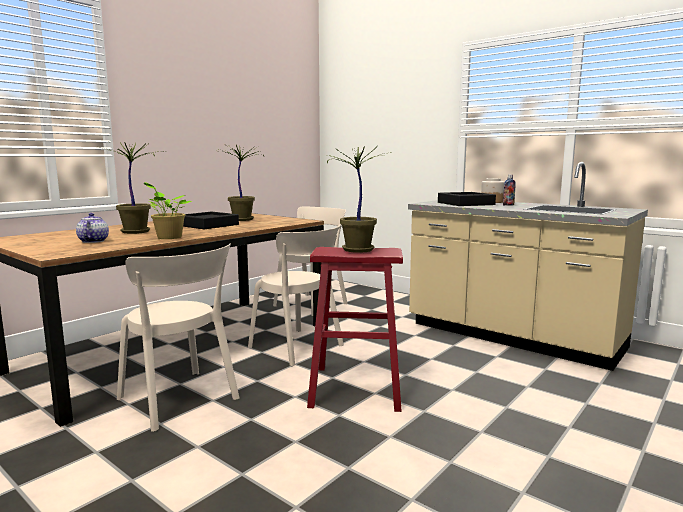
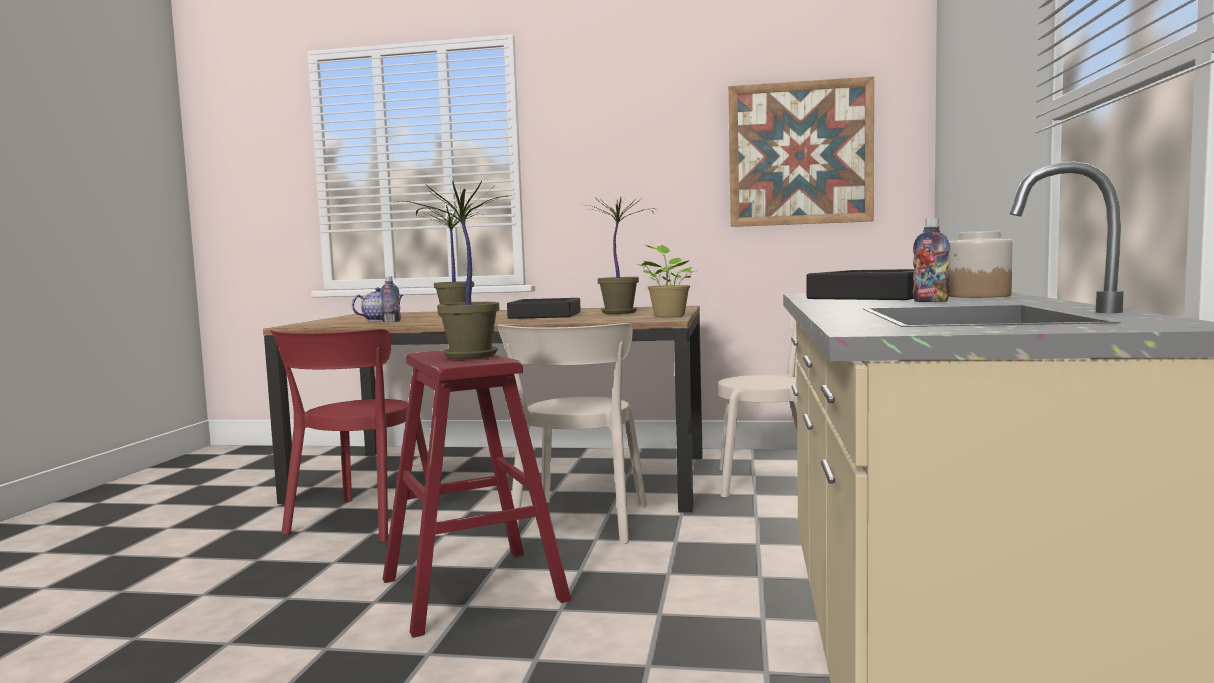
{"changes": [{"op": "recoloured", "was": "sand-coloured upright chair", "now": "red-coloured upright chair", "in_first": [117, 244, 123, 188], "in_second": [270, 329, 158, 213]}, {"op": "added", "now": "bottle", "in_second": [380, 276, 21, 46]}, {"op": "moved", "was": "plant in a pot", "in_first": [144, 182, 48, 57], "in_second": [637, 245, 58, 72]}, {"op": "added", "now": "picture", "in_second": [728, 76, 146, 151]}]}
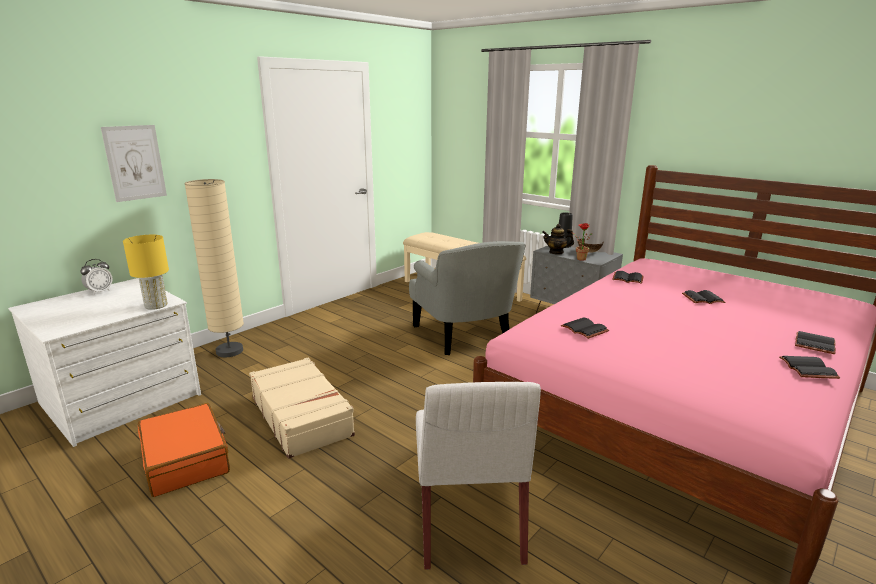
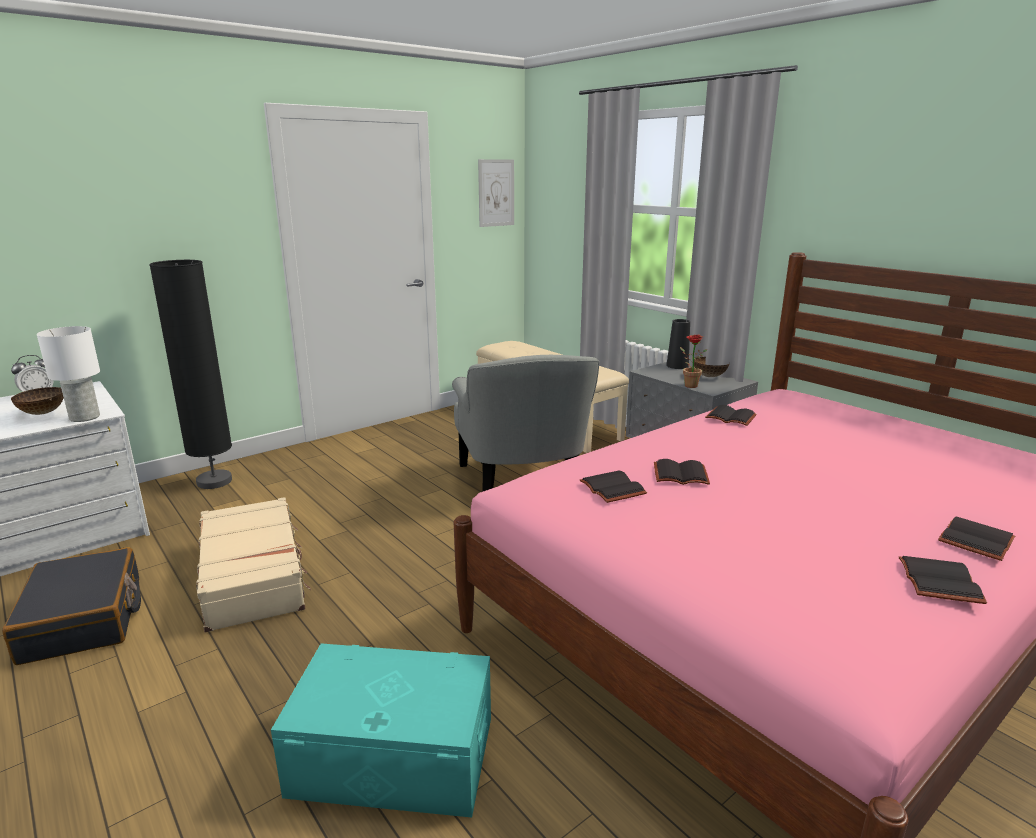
{"changes": [{"op": "recoloured", "was": "orange suitcase", "now": "black-coloured suitcase", "in_first": [138, 403, 92, 94], "in_second": [2, 547, 139, 118]}, {"op": "added", "now": "bowl", "in_second": [11, 387, 53, 28]}, {"op": "recoloured", "was": "yellow table lamp", "now": "white table lamp", "in_first": [123, 235, 46, 75], "in_second": [37, 326, 63, 96]}, {"op": "recoloured", "was": "sand-coloured standing lamp", "now": "black-coloured standing lamp", "in_first": [184, 179, 60, 178], "in_second": [149, 260, 83, 229]}, {"op": "replaced", "was": "white upright chair", "now": "turquoise-coloured storage container", "in_first": [416, 382, 125, 188], "in_second": [271, 643, 220, 175]}, {"op": "moved", "was": "picture", "in_first": [101, 125, 66, 77], "in_second": [478, 159, 36, 68]}, {"op": "moved", "was": "black-coloured book", "in_first": [682, 290, 44, 14], "in_second": [654, 459, 56, 26]}, {"op": "removed", "was": "pot for tea", "in_first": [542, 224, 32, 31]}]}
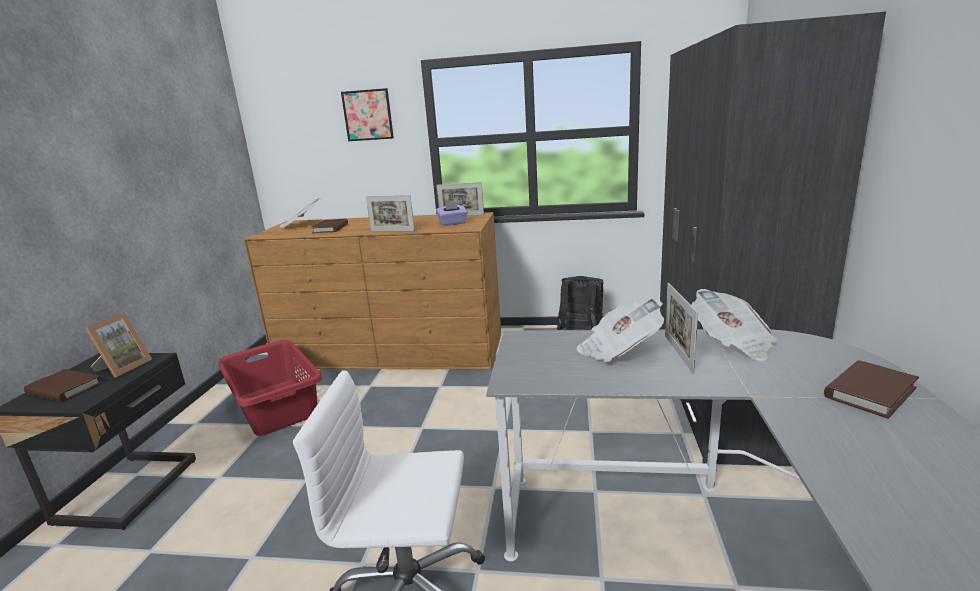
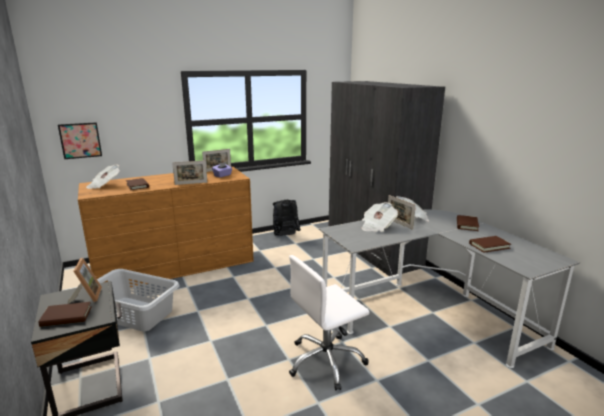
{"changes": [{"op": "moved", "was": "picture", "in_first": [341, 88, 53, 53], "in_second": [58, 122, 44, 37]}, {"op": "recoloured", "was": "red-coloured washing basket", "now": "grey washing basket", "in_first": [218, 340, 104, 96], "in_second": [97, 269, 82, 63]}, {"op": "added", "now": "brownish book", "in_second": [469, 236, 42, 17]}]}
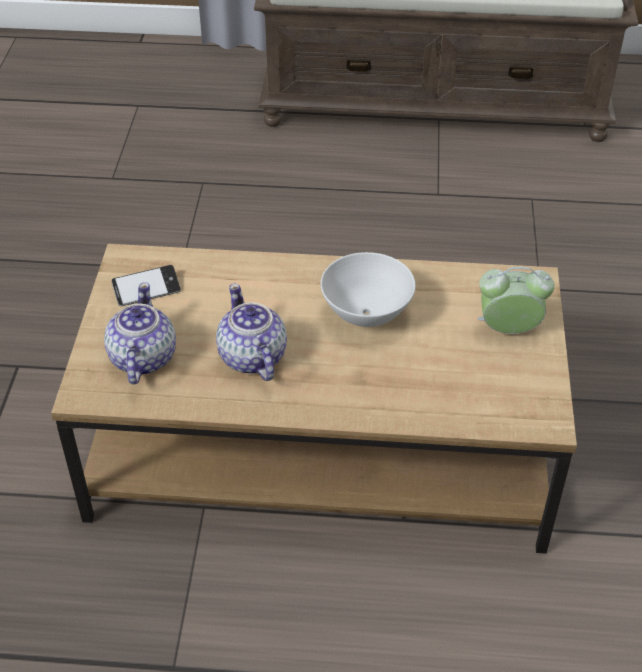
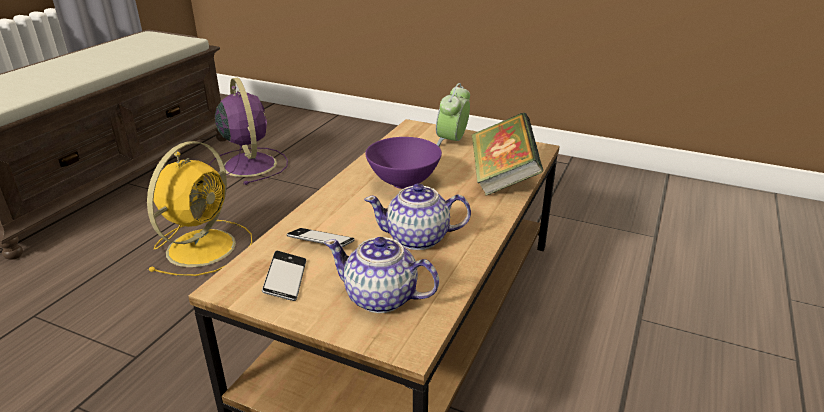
{"changes": [{"op": "added", "now": "yellow electric fan", "in_second": [147, 141, 105, 135]}, {"op": "added", "now": "purplish electric fan", "in_second": [209, 78, 79, 107]}, {"op": "added", "now": "phone", "in_second": [287, 228, 68, 19]}, {"op": "recoloured", "was": "white bowl", "now": "purplish bowl", "in_first": [321, 252, 95, 75], "in_second": [365, 137, 77, 52]}, {"op": "added", "now": "book", "in_second": [472, 113, 71, 83]}]}
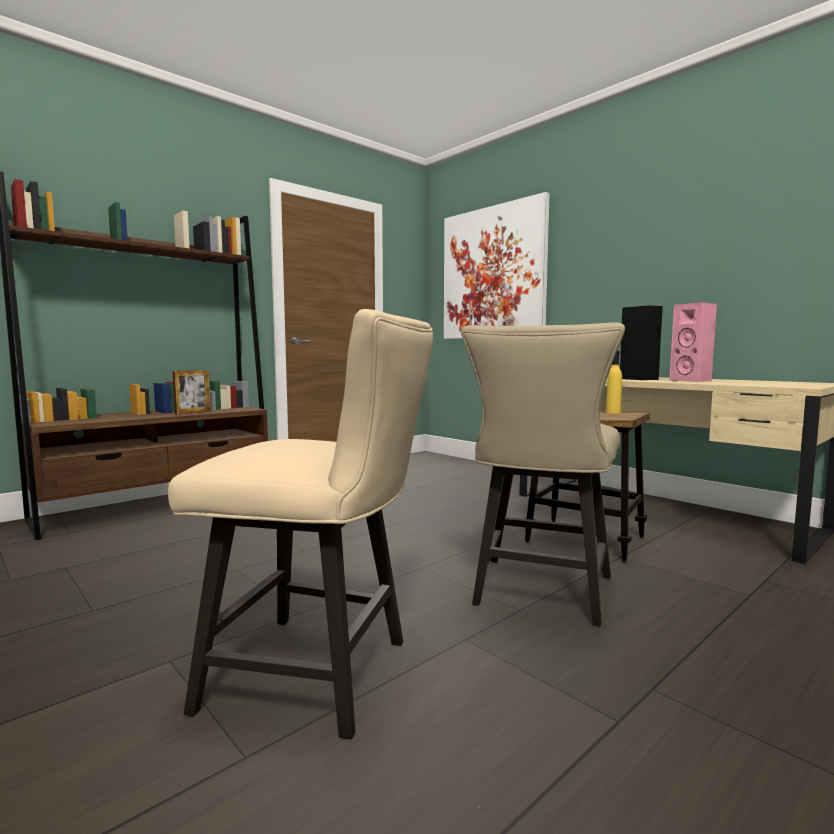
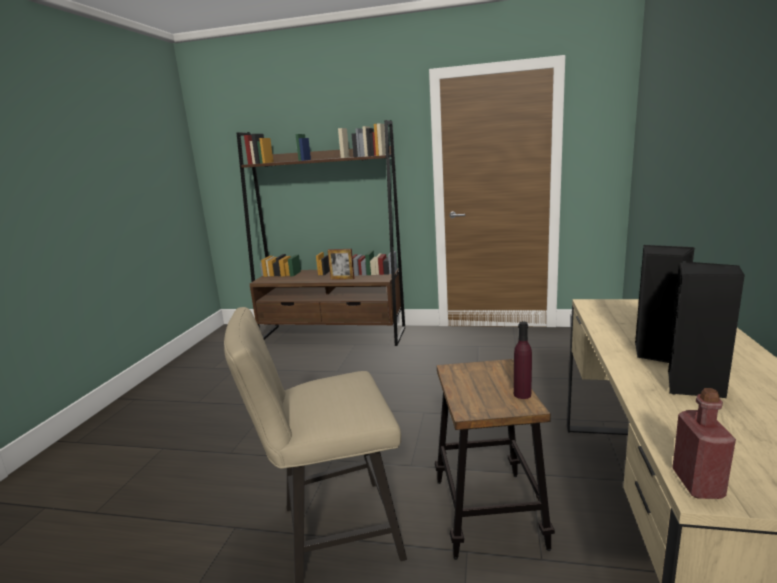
{"changes": [{"op": "recoloured", "was": "yellow bottle", "now": "purplish bottle", "in_first": [606, 351, 16, 63], "in_second": [514, 321, 18, 78]}, {"op": "recoloured", "was": "pinkish loudspeaker", "now": "black-coloured loudspeaker", "in_first": [669, 302, 48, 80], "in_second": [668, 261, 77, 137]}, {"op": "added", "now": "red-coloured bottle", "in_second": [672, 388, 64, 111]}, {"op": "removed", "was": "sand-coloured upright chair", "in_first": [168, 309, 265, 431]}, {"op": "removed", "was": "picture", "in_first": [444, 192, 106, 147]}]}
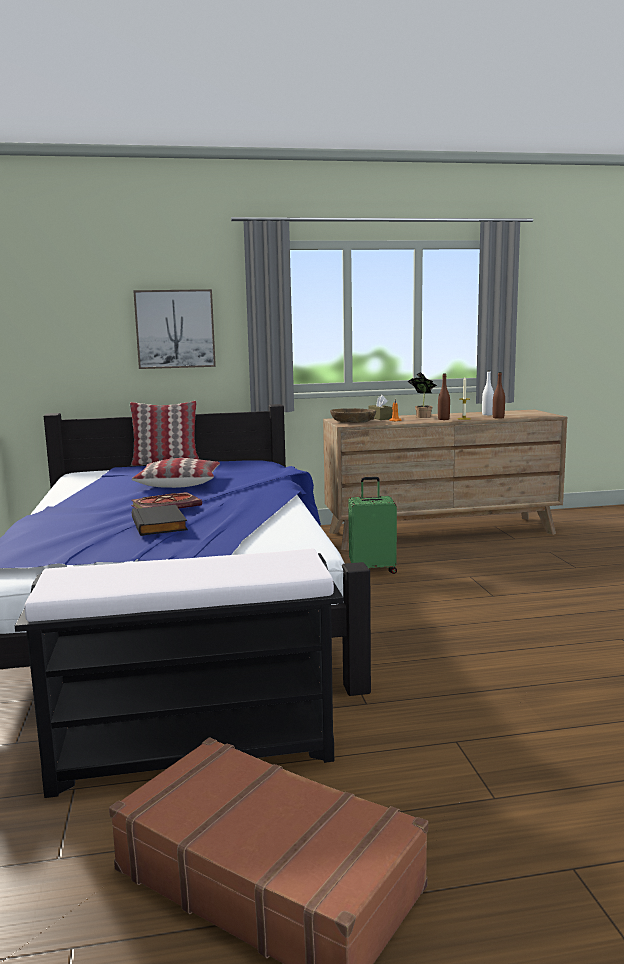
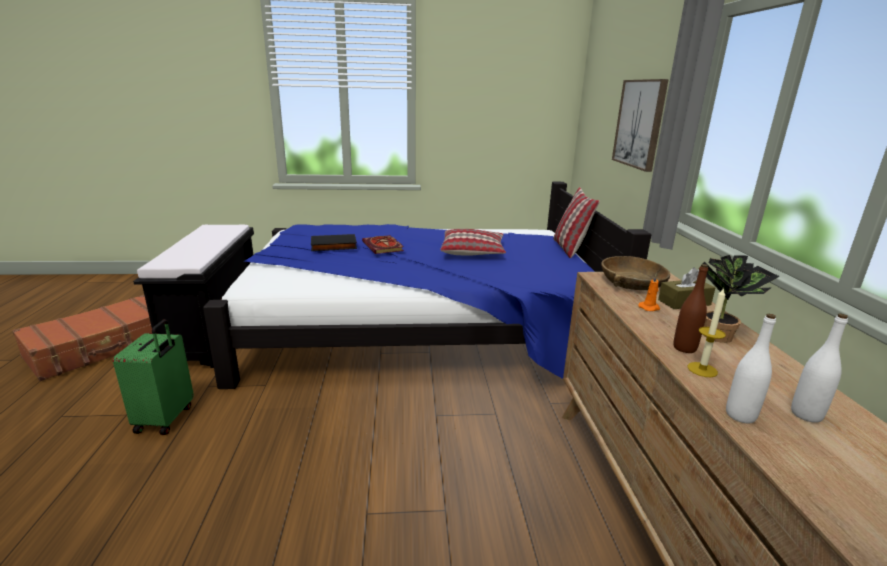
{"changes": [{"op": "moved", "was": "greenish suitcase", "in_first": [348, 477, 49, 97], "in_second": [113, 319, 81, 116]}, {"op": "recoloured", "was": "brownish bottle", "now": "white bottle", "in_first": [493, 372, 12, 47], "in_second": [726, 314, 50, 109]}]}
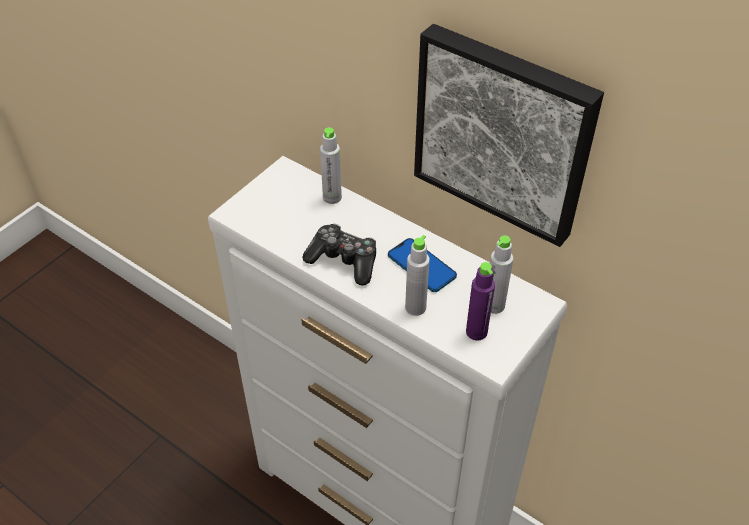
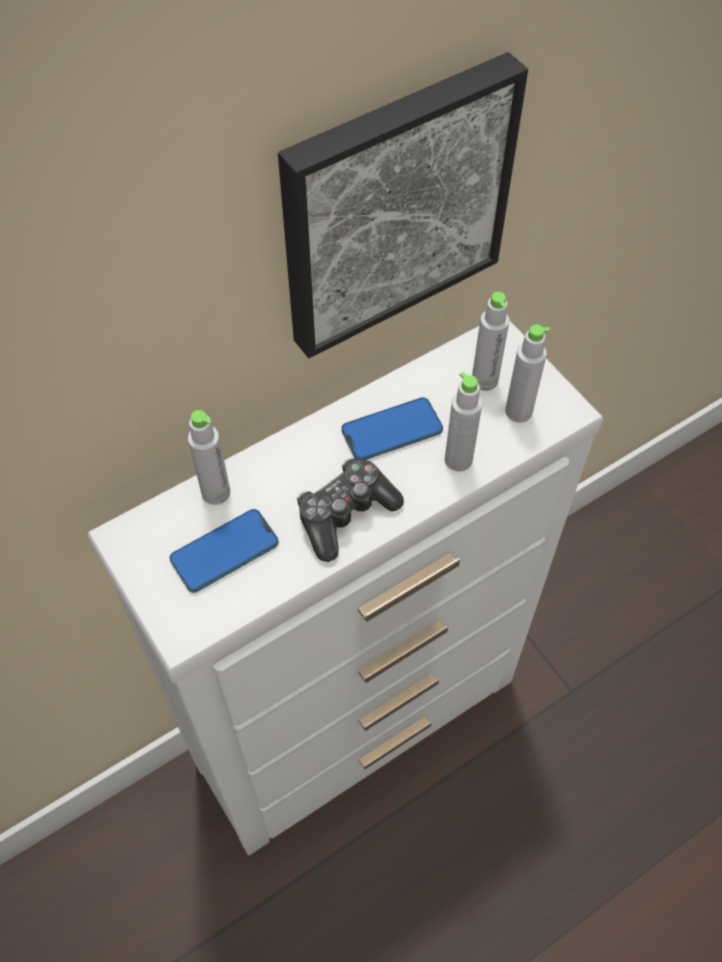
{"changes": [{"op": "added", "now": "phone", "in_second": [169, 509, 110, 84]}, {"op": "recoloured", "was": "purplish bottle", "now": "grey bottle", "in_first": [466, 262, 29, 78], "in_second": [505, 325, 45, 98]}]}
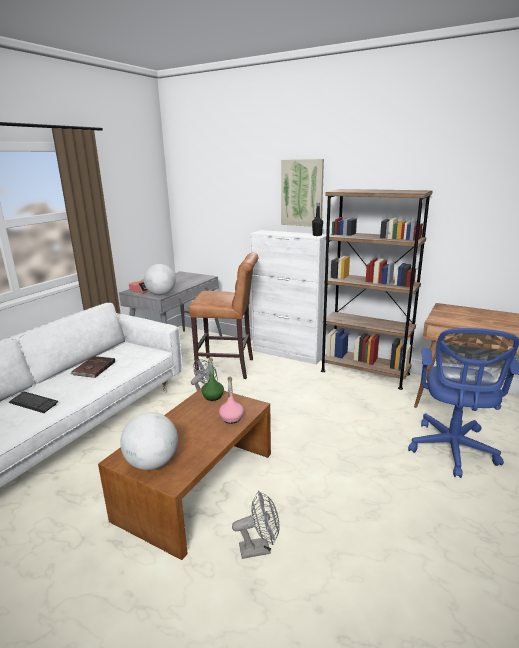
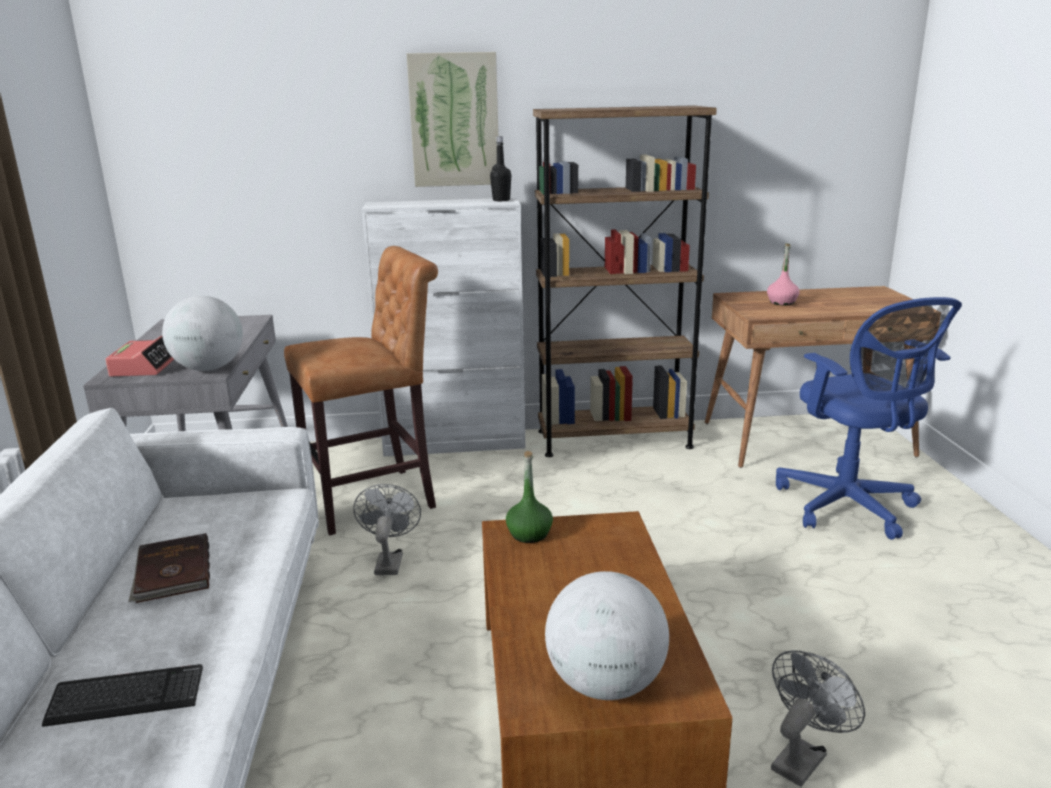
{"changes": [{"op": "moved", "was": "pinkish bottle", "in_first": [219, 376, 25, 48], "in_second": [767, 243, 32, 62]}]}
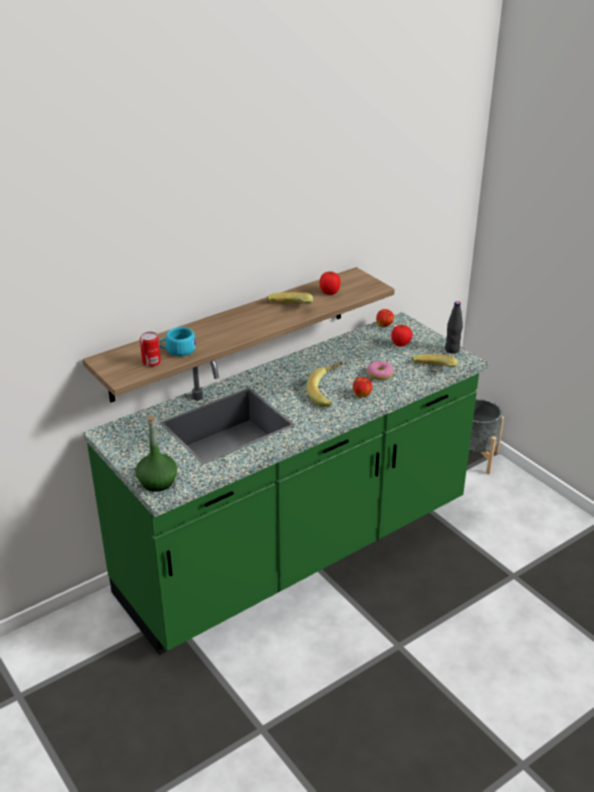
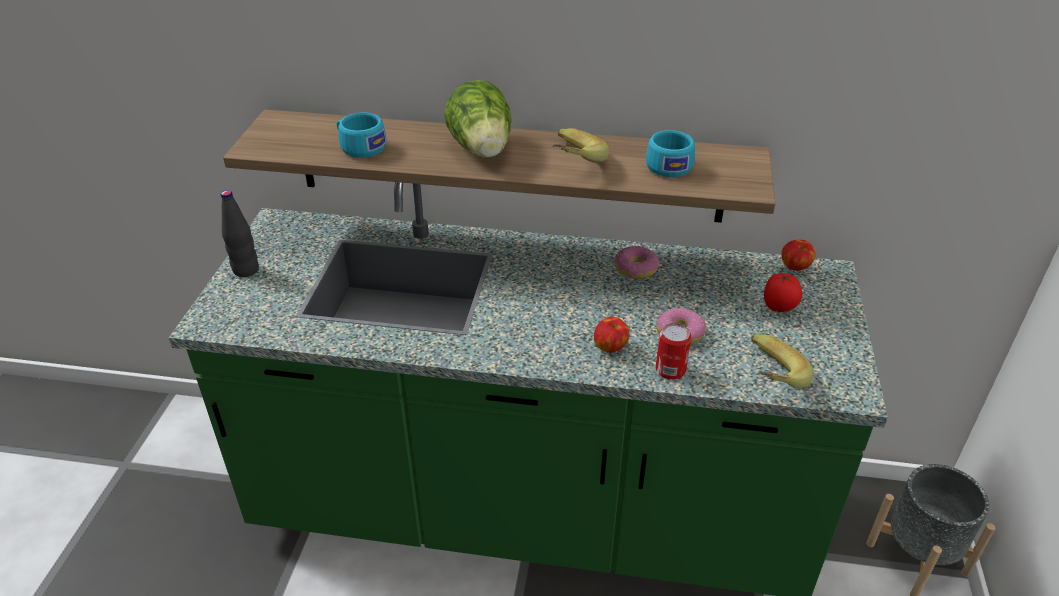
{"changes": [{"op": "moved", "was": "black-coloured bottle", "in_first": [445, 301, 18, 53], "in_second": [221, 190, 38, 87]}, {"op": "added", "now": "lettuce", "in_second": [444, 80, 67, 78]}, {"op": "added", "now": "donut", "in_second": [614, 246, 45, 33]}, {"op": "replaced", "was": "tomato", "now": "turquoise-coloured small cup", "in_first": [320, 271, 21, 24], "in_second": [646, 130, 49, 47]}, {"op": "moved", "was": "can", "in_first": [140, 332, 21, 35], "in_second": [656, 323, 35, 57]}, {"op": "removed", "was": "greenish bottle", "in_first": [135, 415, 43, 77]}, {"op": "removed", "was": "banana fruit", "in_first": [307, 362, 36, 45]}]}
